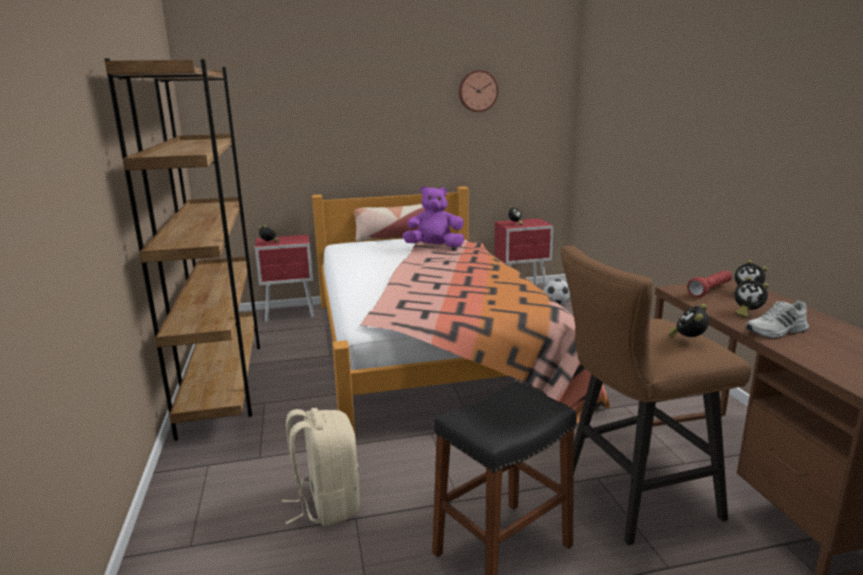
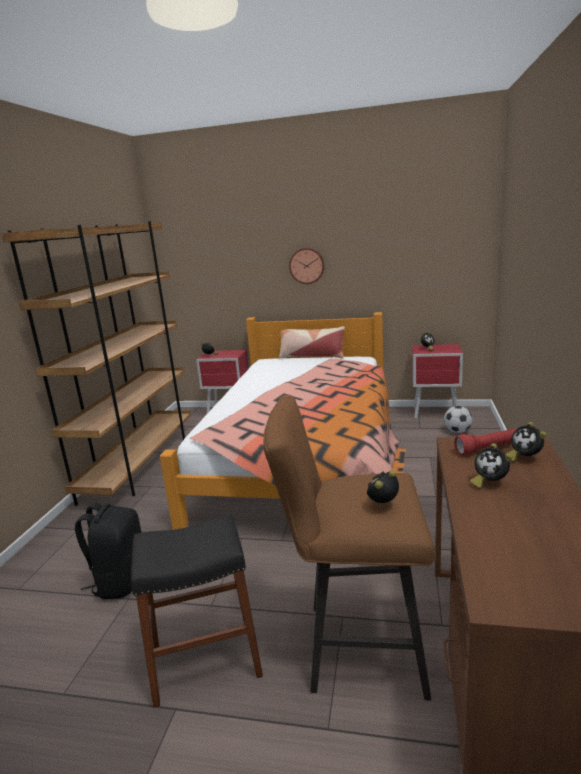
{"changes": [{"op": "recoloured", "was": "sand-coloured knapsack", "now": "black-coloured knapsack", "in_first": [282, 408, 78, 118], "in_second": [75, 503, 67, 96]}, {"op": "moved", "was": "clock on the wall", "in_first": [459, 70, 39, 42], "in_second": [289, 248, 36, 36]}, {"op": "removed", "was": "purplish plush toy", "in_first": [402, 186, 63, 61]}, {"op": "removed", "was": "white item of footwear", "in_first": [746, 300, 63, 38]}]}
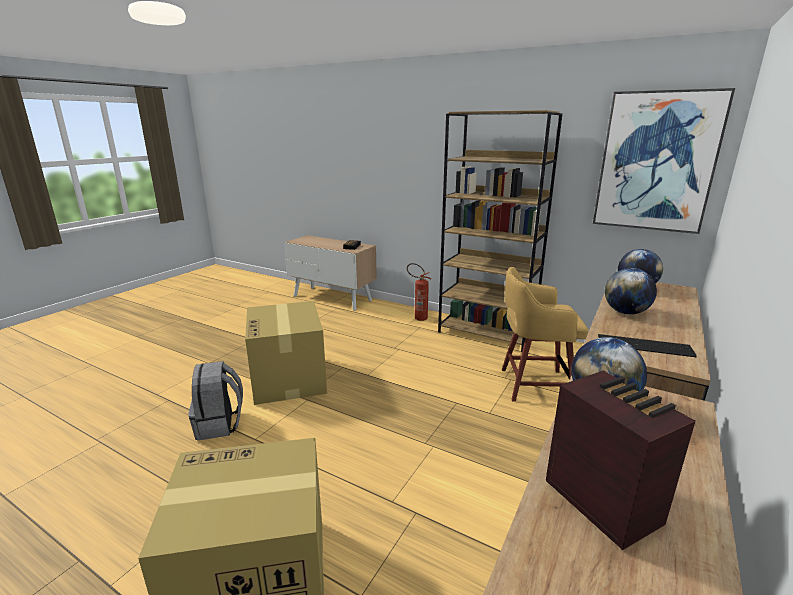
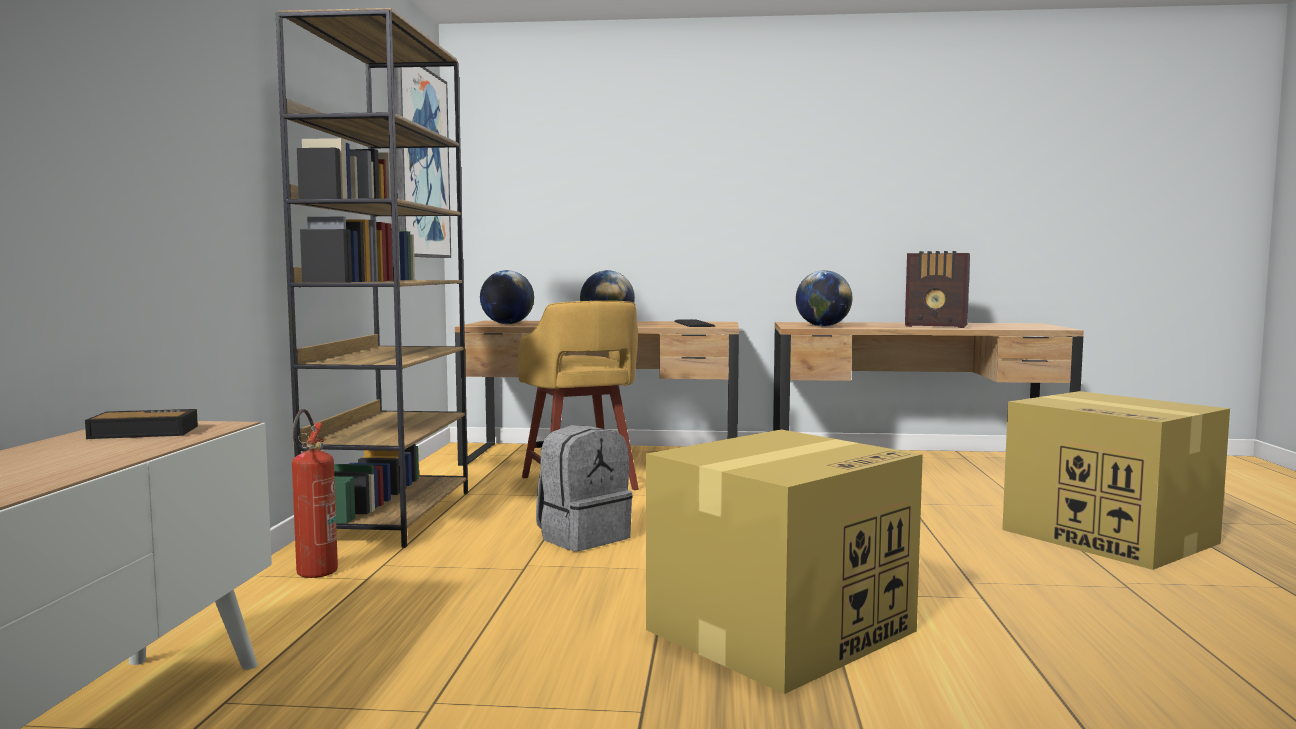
{"changes": [{"op": "moved", "was": "grey knapsack", "in_first": [189, 361, 54, 79], "in_second": [536, 425, 97, 126]}, {"op": "turned", "was": "radio receiver", "in_first": [546, 371, 149, 179], "in_second": [905, 251, 65, 77], "clockwise": -105}]}
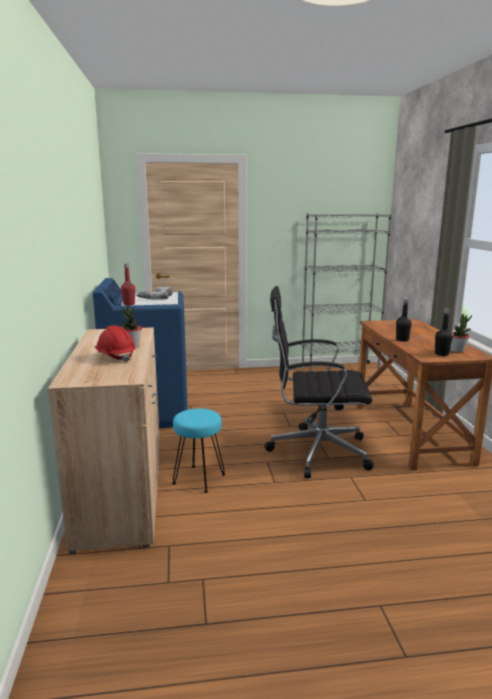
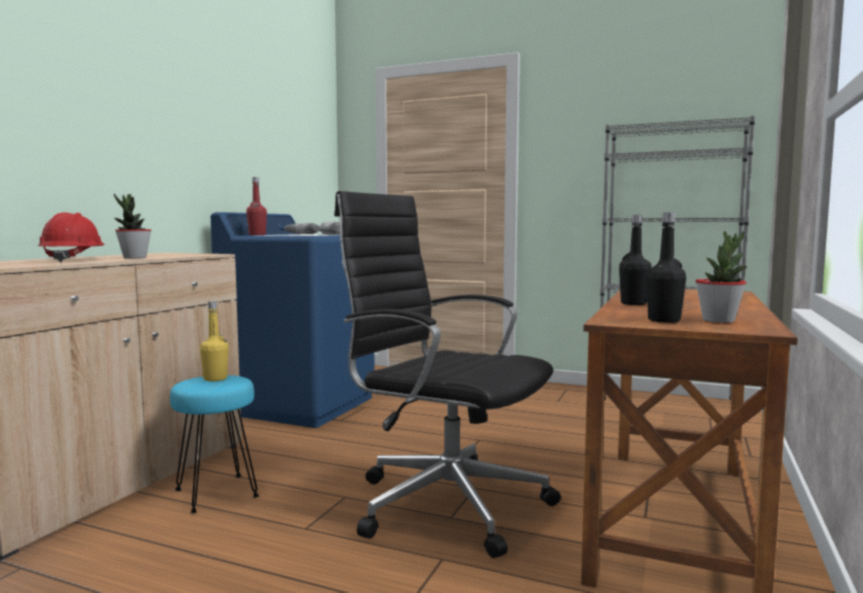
{"changes": [{"op": "added", "now": "yellow bottle", "in_second": [200, 301, 29, 81]}]}
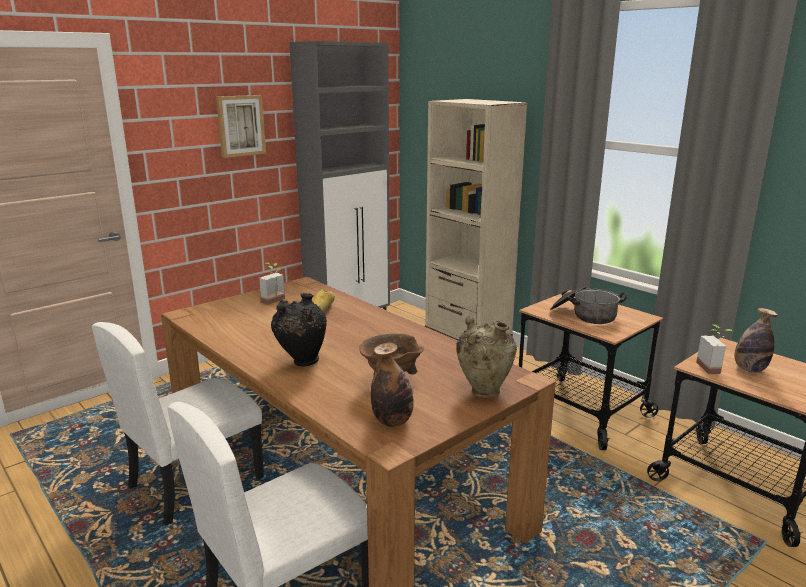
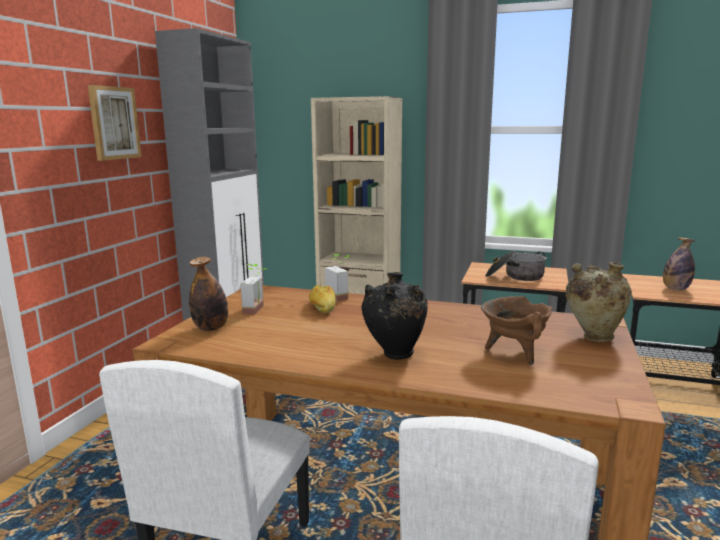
{"changes": [{"op": "moved", "was": "bottle", "in_first": [371, 343, 42, 84], "in_second": [189, 257, 39, 74]}, {"op": "moved", "was": "plant in a pot", "in_first": [696, 324, 37, 50], "in_second": [325, 254, 25, 47]}]}
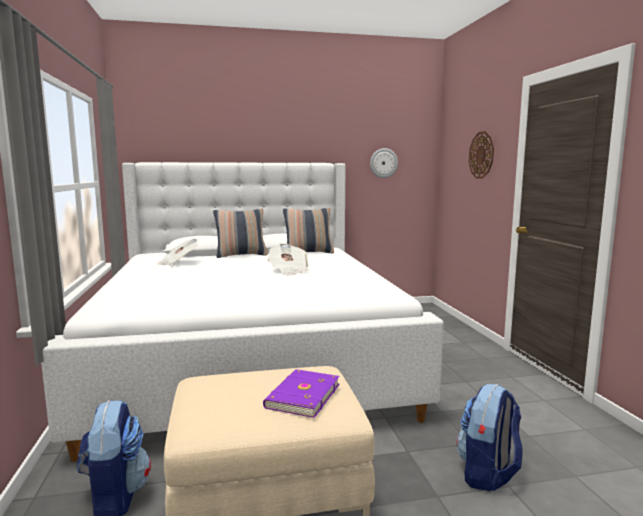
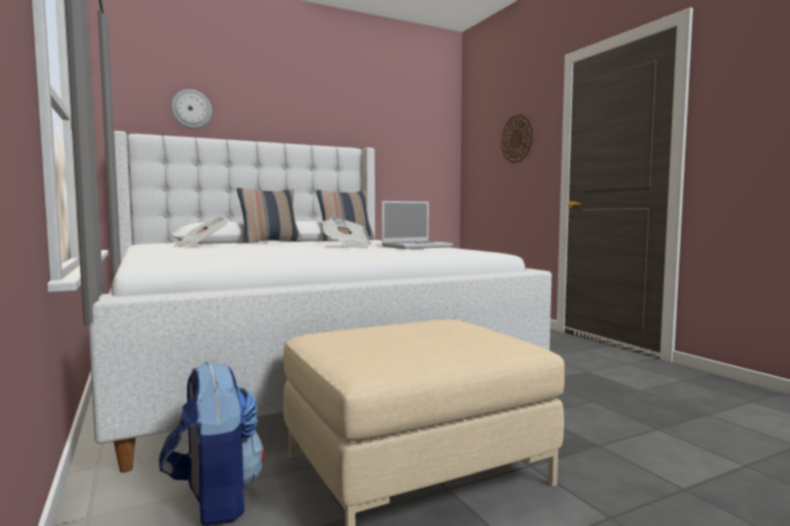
{"changes": [{"op": "moved", "was": "clock on the wall", "in_first": [370, 148, 28, 30], "in_second": [171, 89, 41, 40]}, {"op": "added", "now": "notebook computer", "in_second": [382, 201, 71, 48]}, {"op": "removed", "was": "purplish book", "in_first": [263, 369, 77, 49]}, {"op": "removed", "was": "knapsack", "in_first": [457, 384, 65, 107]}]}
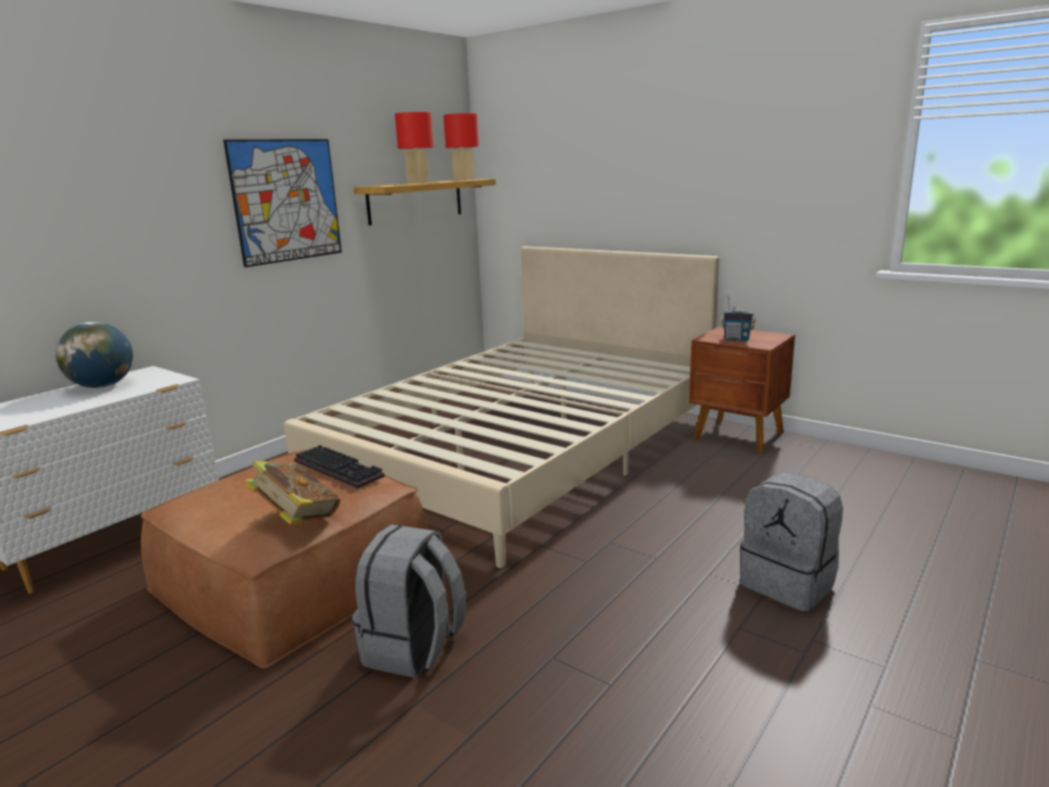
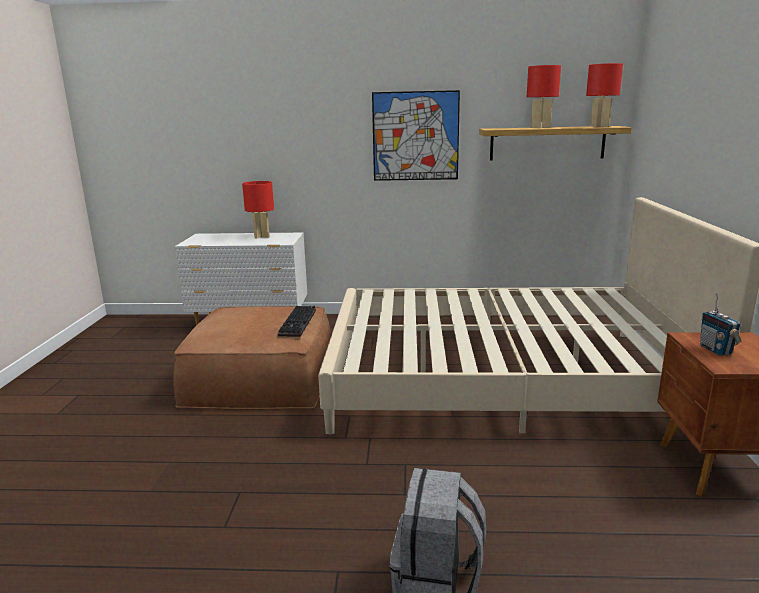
{"changes": [{"op": "replaced", "was": "desk globe", "now": "red-coloured table lamp", "in_first": [56, 322, 77, 66], "in_second": [242, 181, 32, 58]}, {"op": "removed", "was": "book", "in_first": [243, 461, 97, 64]}, {"op": "removed", "was": "grey knapsack", "in_first": [352, 525, 114, 153]}]}
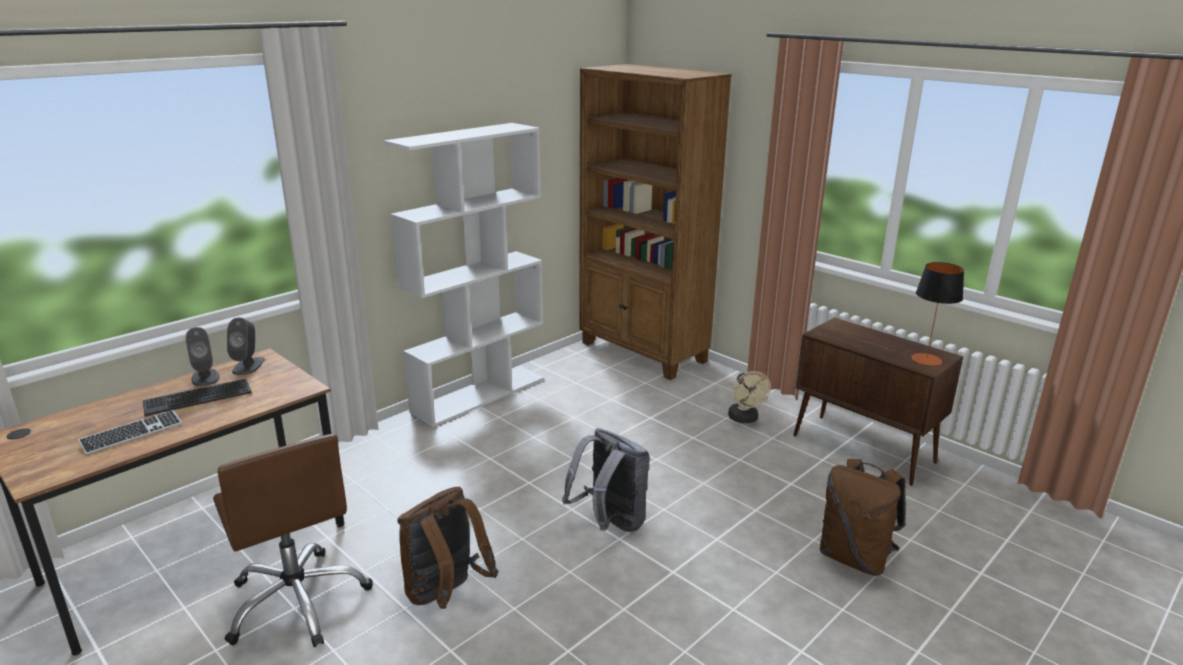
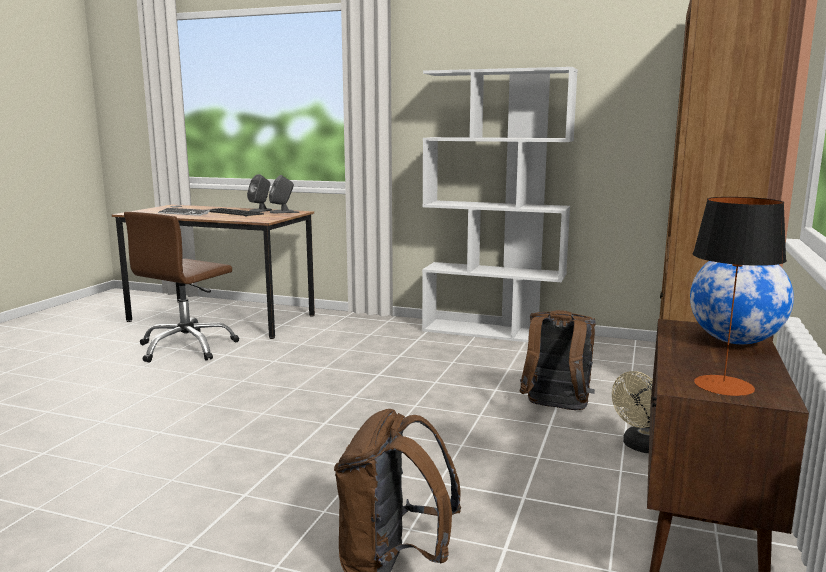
{"changes": [{"op": "moved", "was": "brownish knapsack", "in_first": [397, 487, 101, 122], "in_second": [520, 310, 76, 100]}, {"op": "added", "now": "desk globe", "in_second": [690, 261, 104, 83]}, {"op": "removed", "was": "grey knapsack", "in_first": [562, 428, 87, 104]}]}
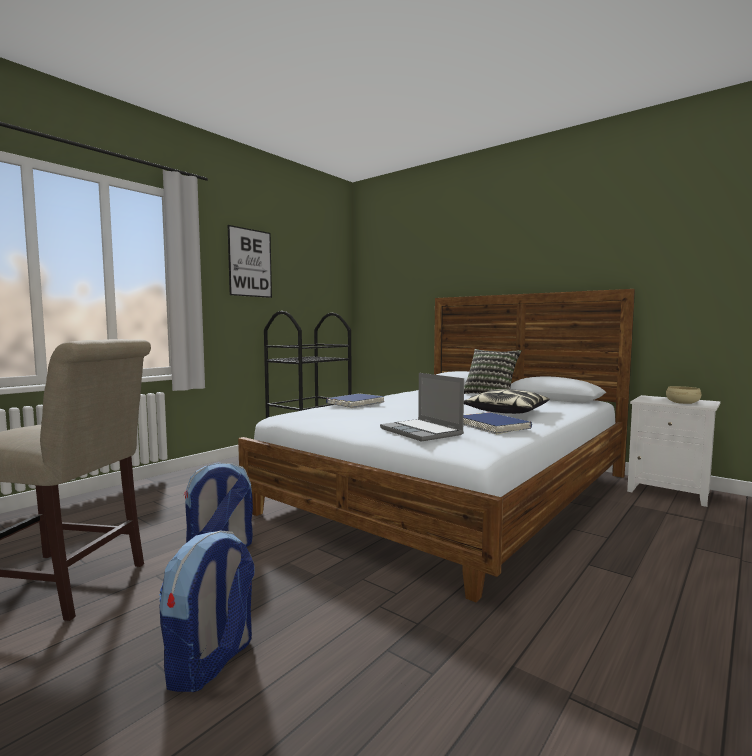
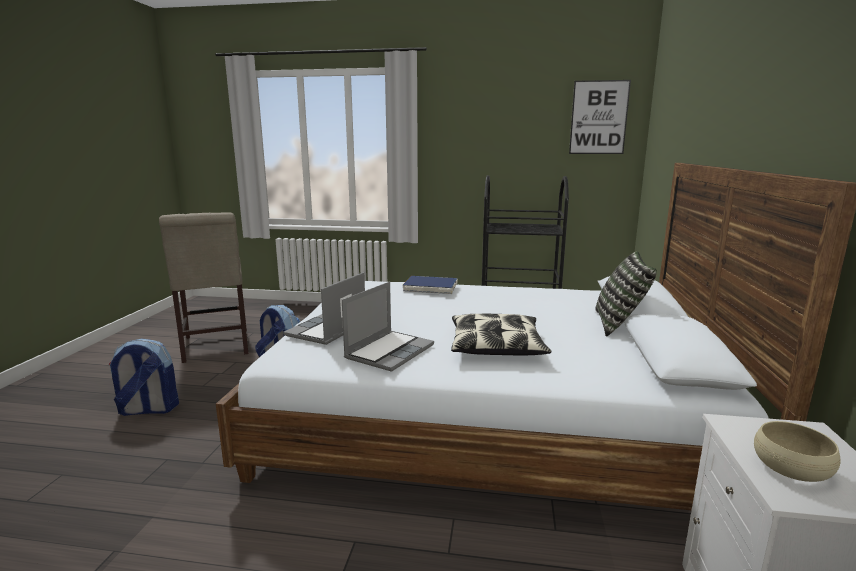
{"changes": [{"op": "replaced", "was": "blue book", "now": "notebook computer", "in_first": [463, 412, 69, 22], "in_second": [342, 281, 92, 91]}, {"op": "moved", "was": "picture", "in_first": [228, 225, 44, 73], "in_second": [569, 80, 62, 74]}]}
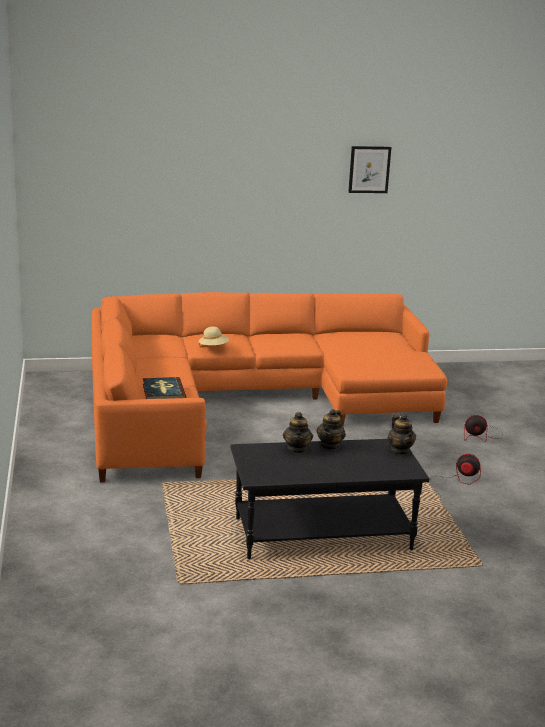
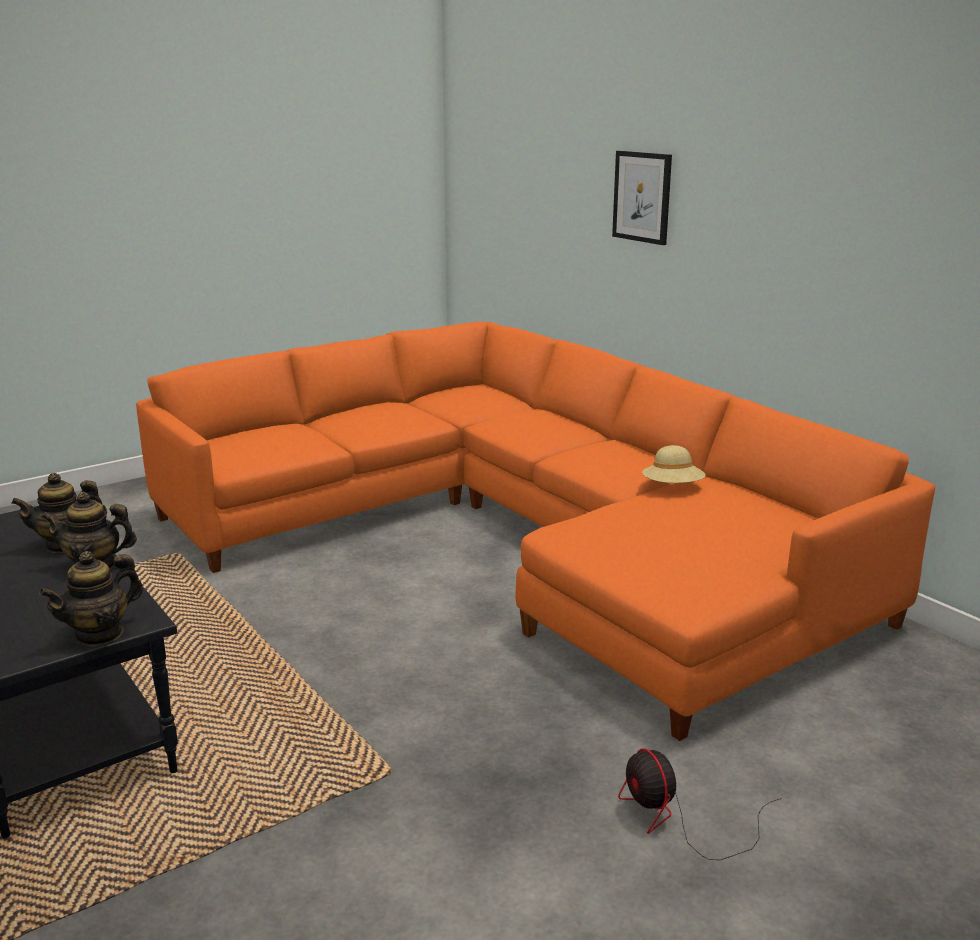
{"changes": [{"op": "moved", "was": "picture", "in_first": [348, 146, 43, 47], "in_second": [612, 151, 60, 94]}, {"op": "moved", "was": "sand-coloured wearable hat", "in_first": [199, 326, 30, 19], "in_second": [642, 445, 63, 38]}, {"op": "removed", "was": "book", "in_first": [143, 377, 43, 22]}, {"op": "removed", "was": "electric fan", "in_first": [429, 454, 52, 45]}]}
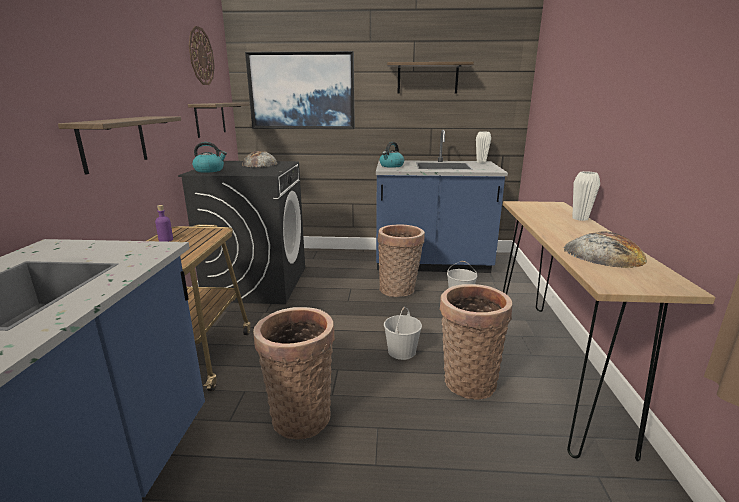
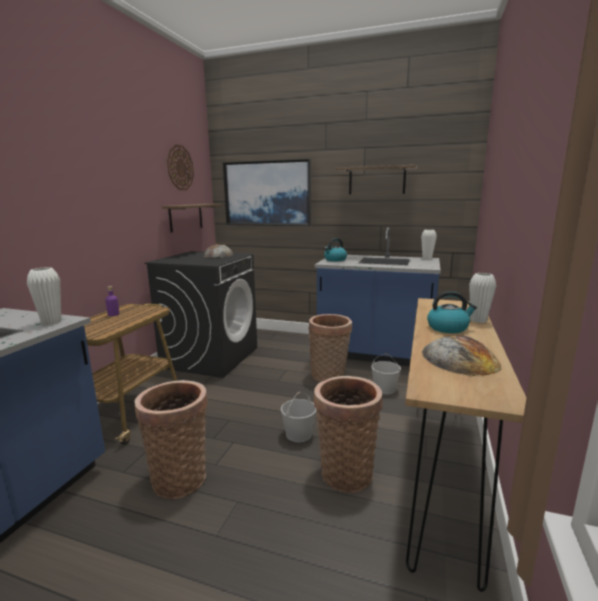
{"changes": [{"op": "added", "now": "white vase", "in_second": [27, 267, 34, 58]}, {"op": "moved", "was": "kettle", "in_first": [192, 142, 35, 31], "in_second": [427, 291, 50, 42]}, {"op": "removed", "was": "shelf", "in_first": [58, 116, 123, 59]}]}
